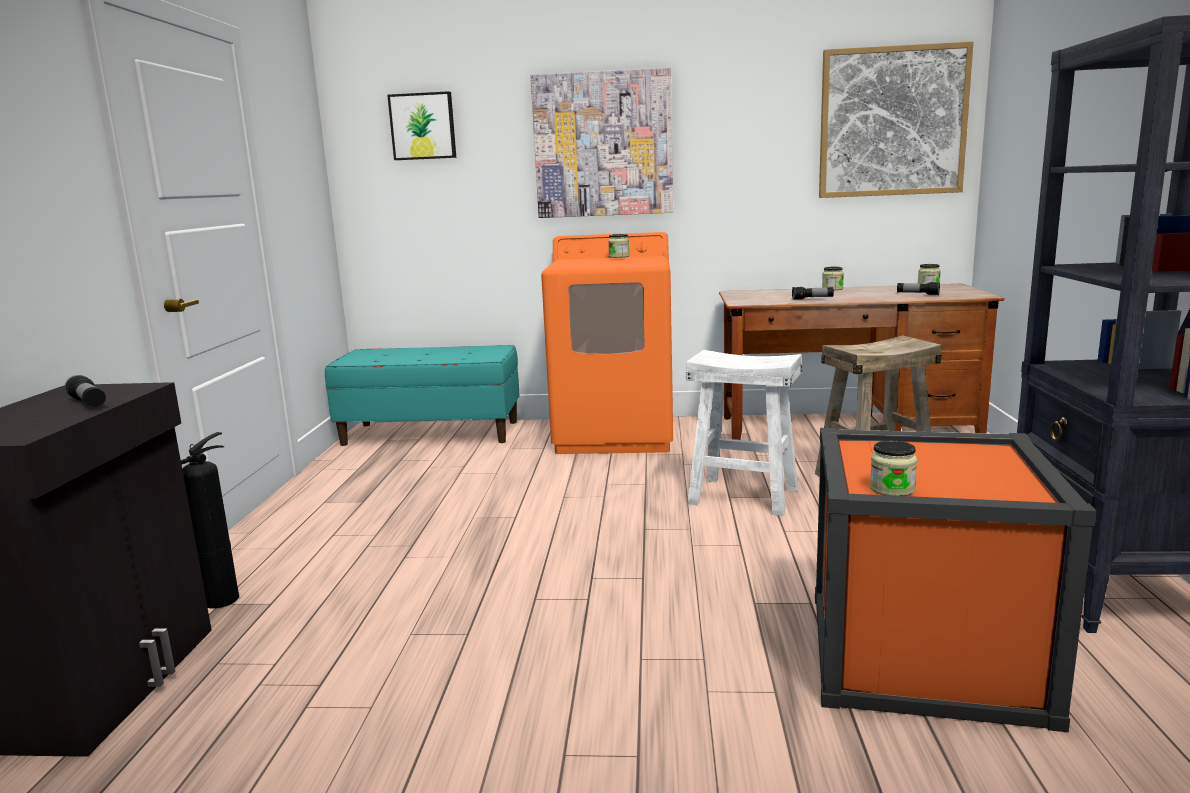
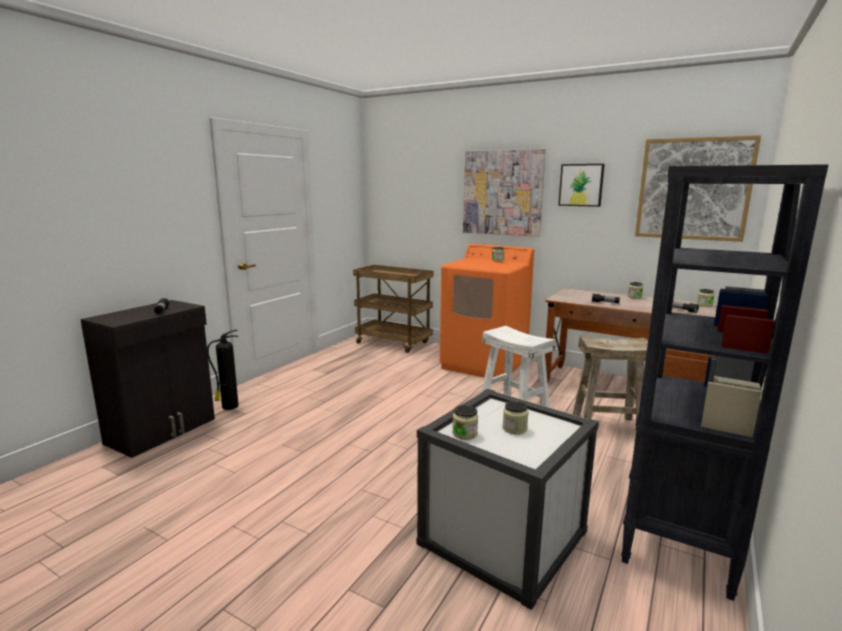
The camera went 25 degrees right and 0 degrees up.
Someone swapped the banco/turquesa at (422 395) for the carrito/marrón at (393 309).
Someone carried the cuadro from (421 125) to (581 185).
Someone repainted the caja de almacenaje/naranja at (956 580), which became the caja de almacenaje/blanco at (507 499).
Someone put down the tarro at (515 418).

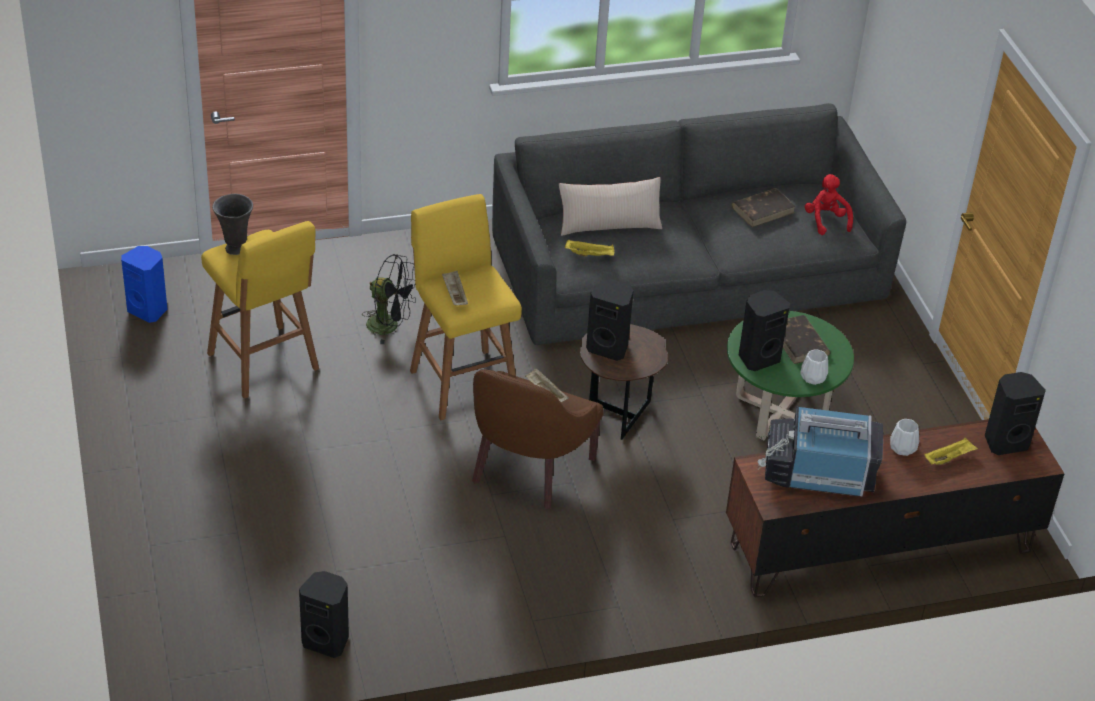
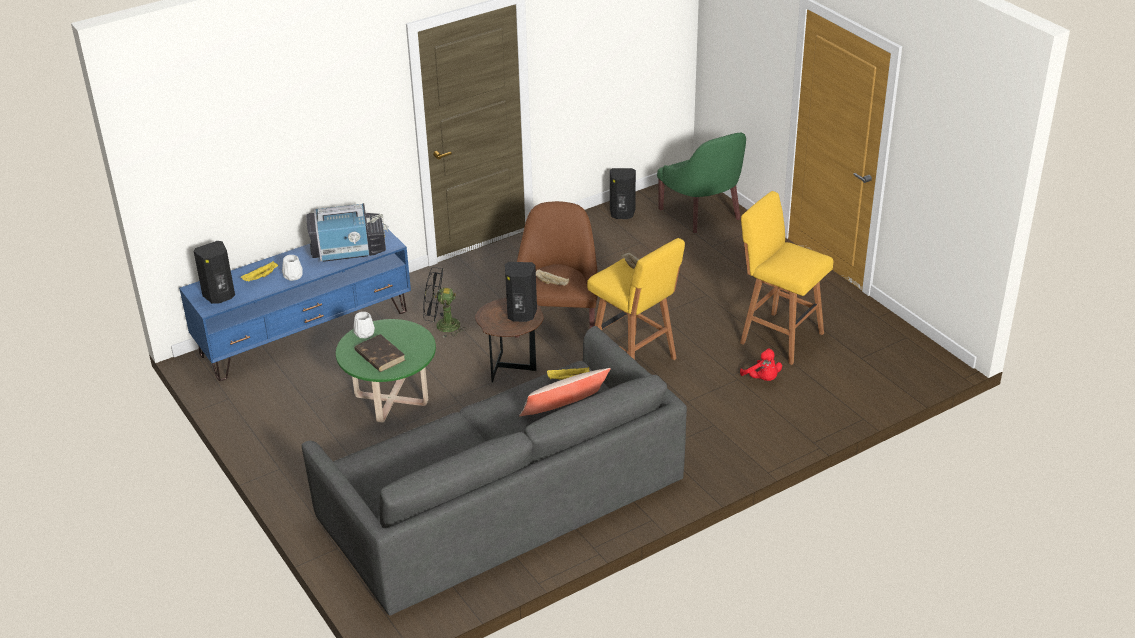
The camera went 165 degrees right and 5 degrees down.
Someone took away the altavoz/azul at (144 284).
Someone took away the florero/gris at (232 224).
Someone carried the ventilador/negro from (389 299) to (445 302).
Someone repainted the mueble de televisión/marrón at (895 508), which became the mueble de televisión/azul at (295 303).
Someone took away the libro/marrón at (763 207).
Someone took away the altavoz/negro at (764 330).
Someone carried the peluche/rojo from (829 204) to (761 364).
Someone put down the sillón/verde at (701 182).

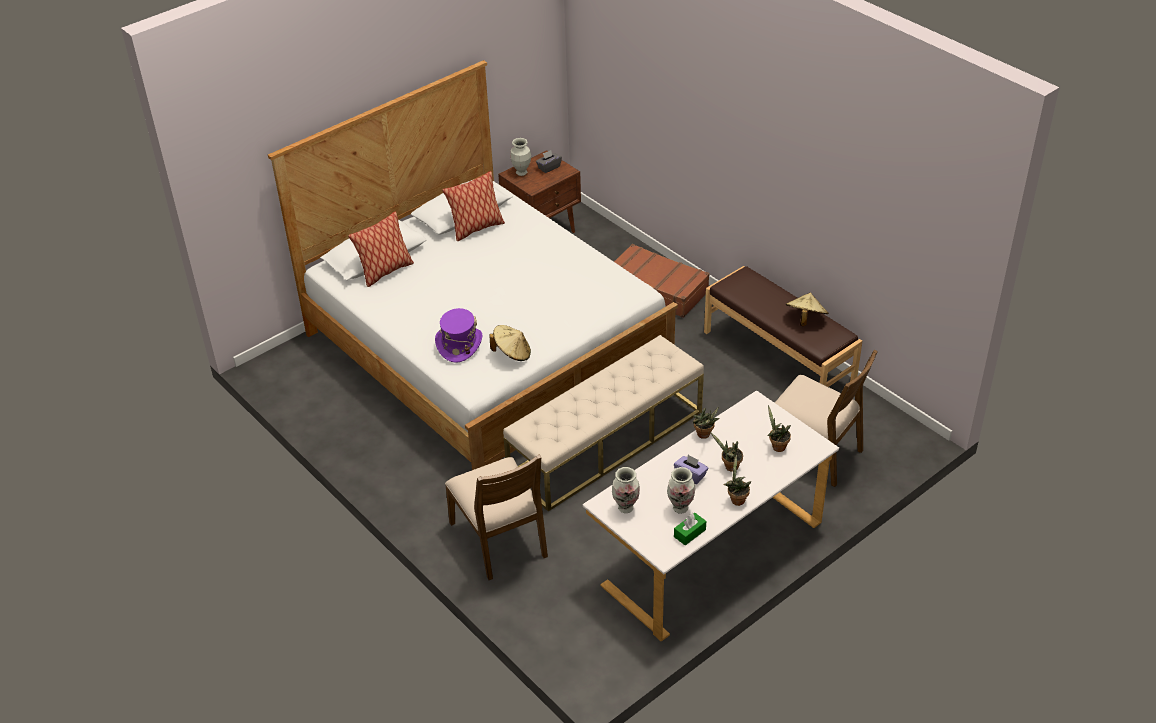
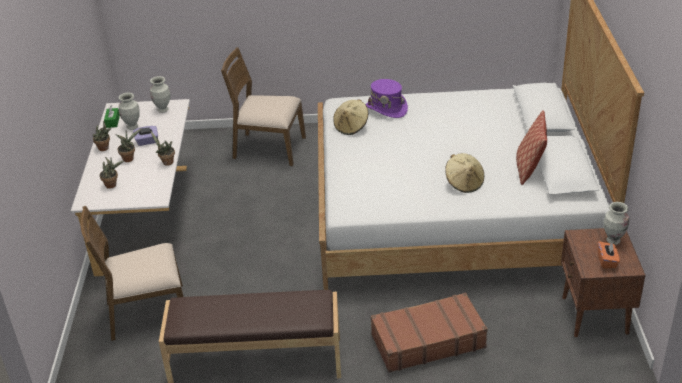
The camera went 130 degrees right and 5 degrees down.
Someone took away the cojín at (381 249).
Someone took away the banco/beis at (603 423).
Someone repainted the caja de pañuelos/gris at (549 161), which became the caja de pañuelos/naranja at (609 254).
Someone carried the sombrero/beis from (807 309) to (464 173).

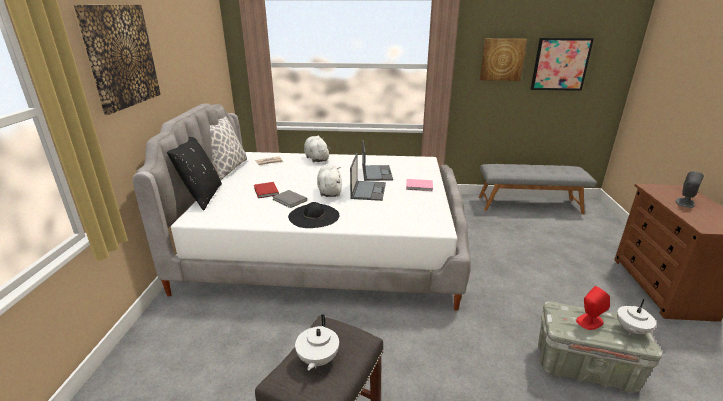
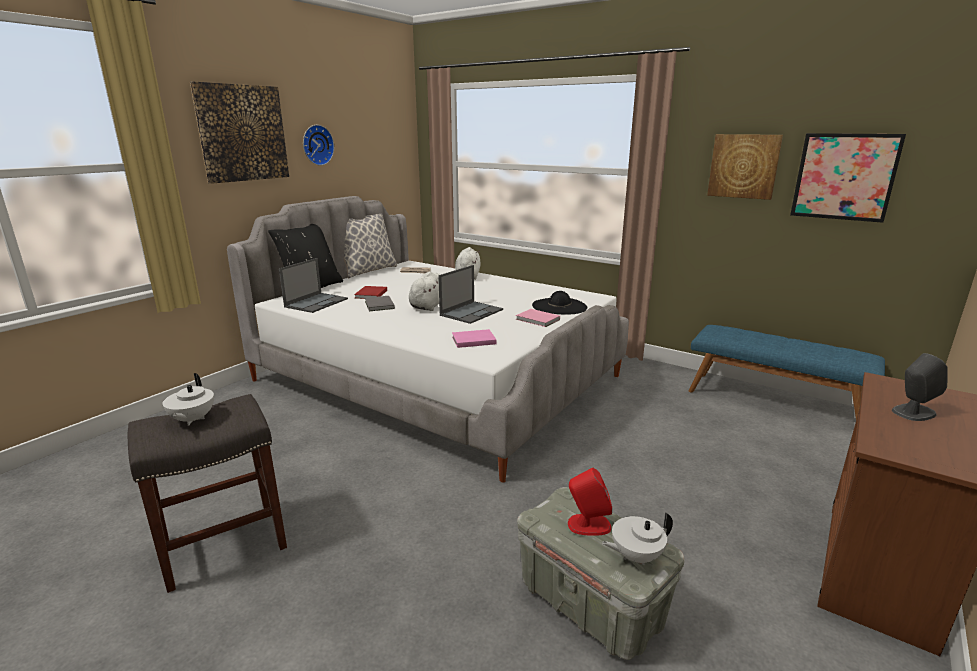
The camera went 30 degrees right and 5 degrees down.
Someone carried the sombrero/negro from (313 215) to (559 303).
Someone rotated the tetera/blanco at (317 342) by 45 degrees counterclockwise.
Someone carried the portátil from (377 160) to (313 285).
Someone repainted the banco/gris at (537 189), which became the banco/azul at (787 372).
Someone put up the reloj de pared at (318 145).
Someone put down the libro/rosa at (474 338).

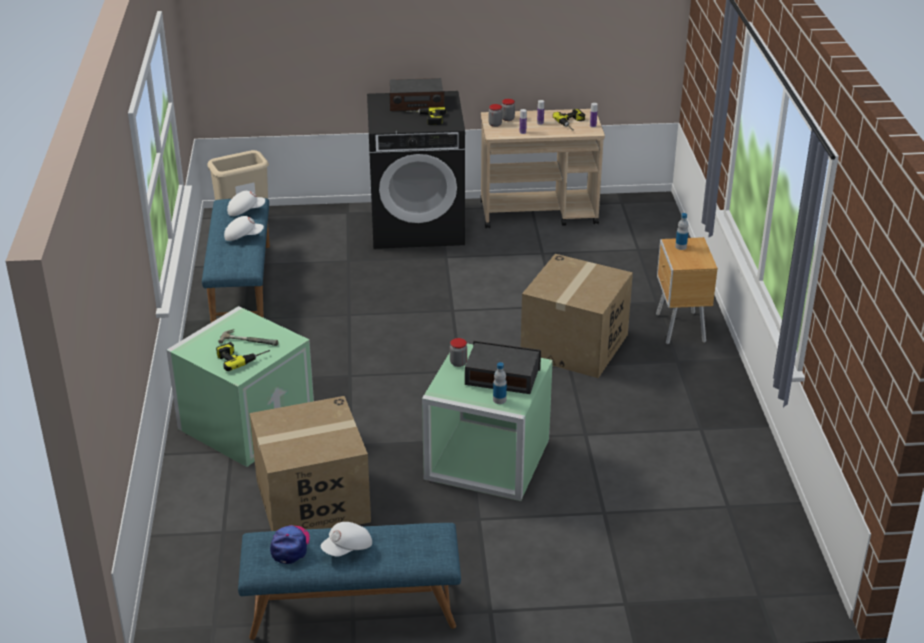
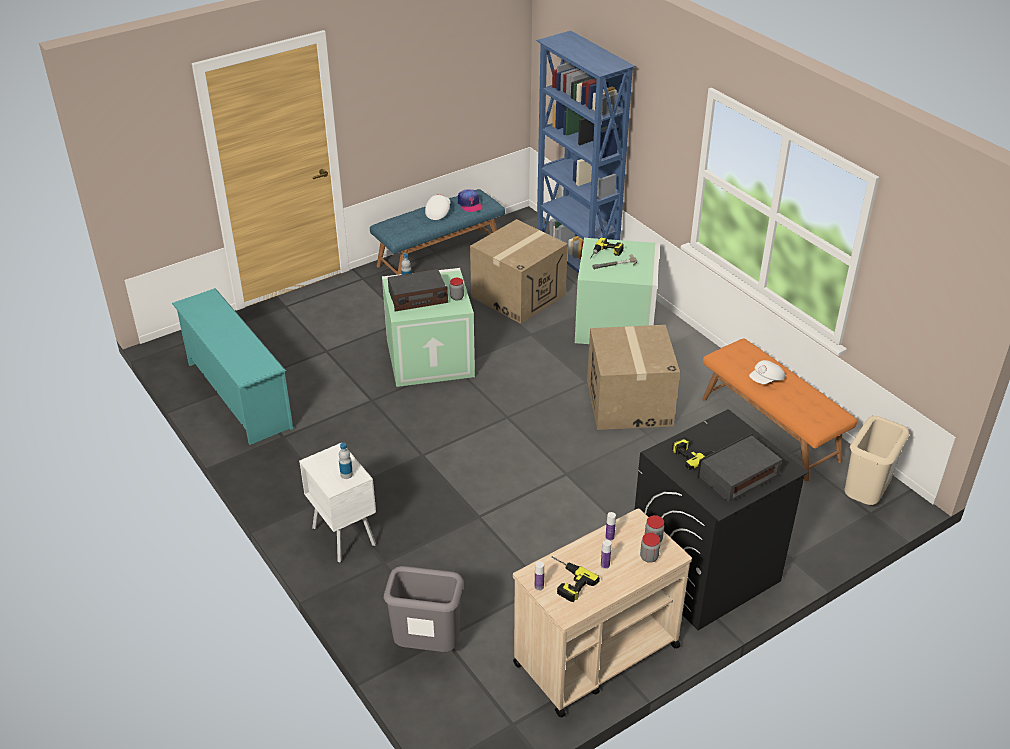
The camera went 150 degrees right and 5 degrees up.
Someone repainted the banco/azul at (236 260), which became the banco/naranja at (779 409).
Someone took away the gorra/blanco at (246 203).
Someone carried the caja de cartón from (577 316) to (633 377).
Someone repainted the mesita de noche/marrón at (687 290), which became the mesita de noche/blanco at (337 502).
Someone put down the zapatero/turquesa at (232 366).
Someone put down the papelera/gris at (424 609).
Someone put down the estantería/azul at (585 152).

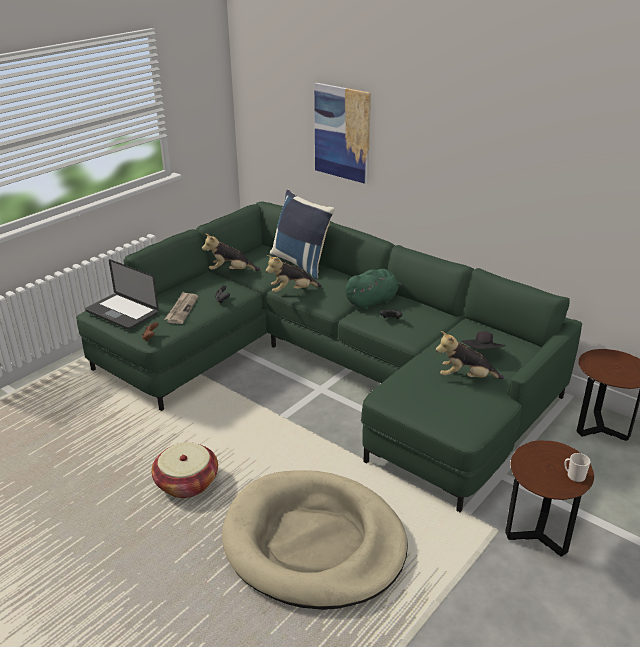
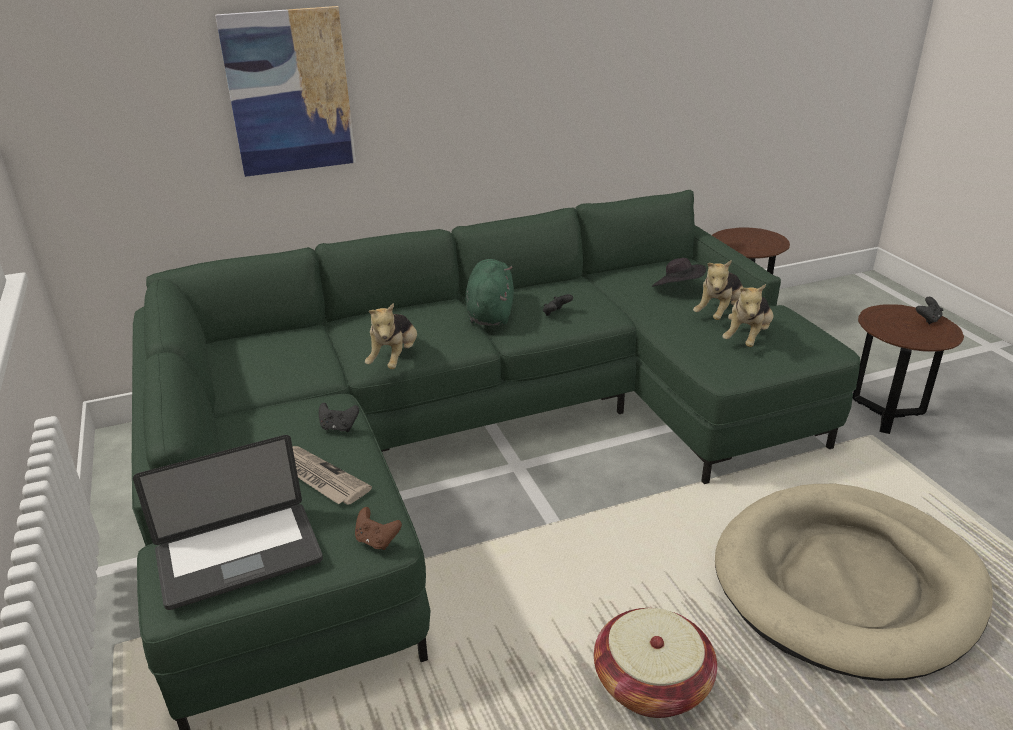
The camera went 60 degrees left and 0 degrees up.
Someone carried the peluche from (231 252) to (747 315).
Someone took away the cojín/azul at (302 234).
Someone swapped the taza grande at (577 467) for the mando de consola/negro at (929 311).

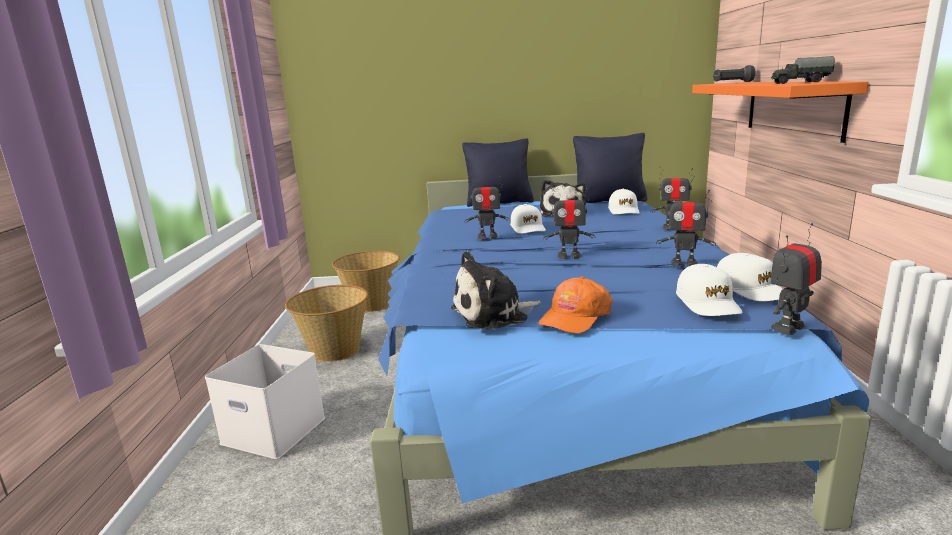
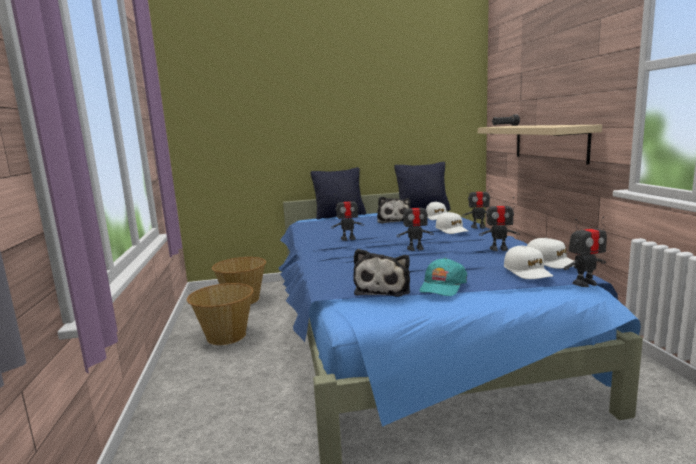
The camera went 10 degrees left and 5 degrees down.
Someone took away the caja de almacenaje/blanco at (265 401).
Someone rotated the peluche at (496 290) by 45 degrees counterclockwise.
Someone carried the gorra/blanco from (528 219) to (452 223).
Someone repainted the gorra/naranja at (576 304), which became the gorra/turquesa at (443 277).
Someone repainted the estante/naranja at (780 112), which became the estante/beis at (540 145).
Someone rotated the robot de juguete at (796 279) by 150 degrees counterclockwise.
Someone took away the camión de juguete at (803 70).

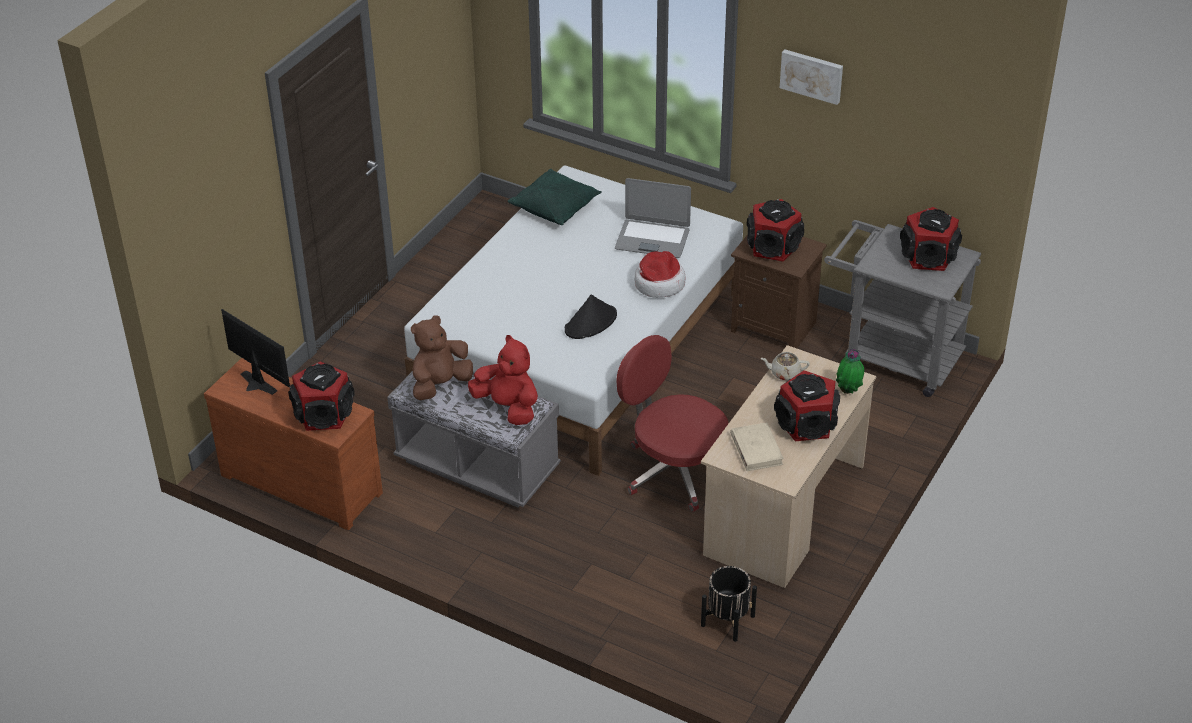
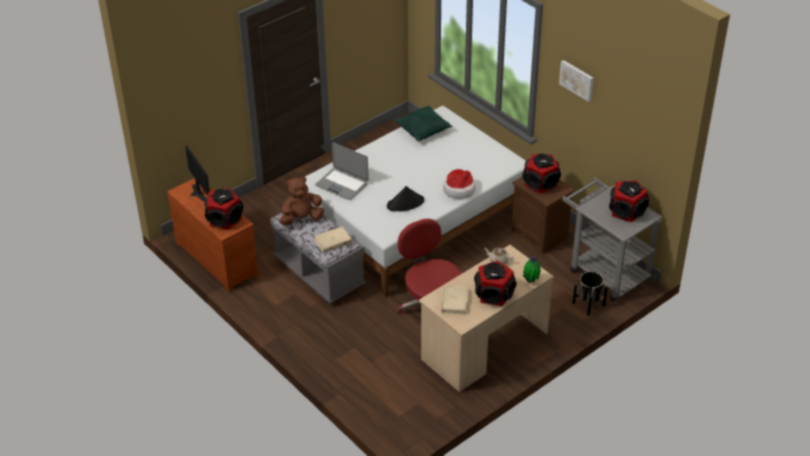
The camera went 20 degrees right and 0 degrees up.
Someone swapped the peluche/rojo at (503 380) for the libro/beis at (332 239).
Someone carried the portátil from (653 218) to (342 171).
Someone carried the maceta/negro from (729 604) to (590 293).

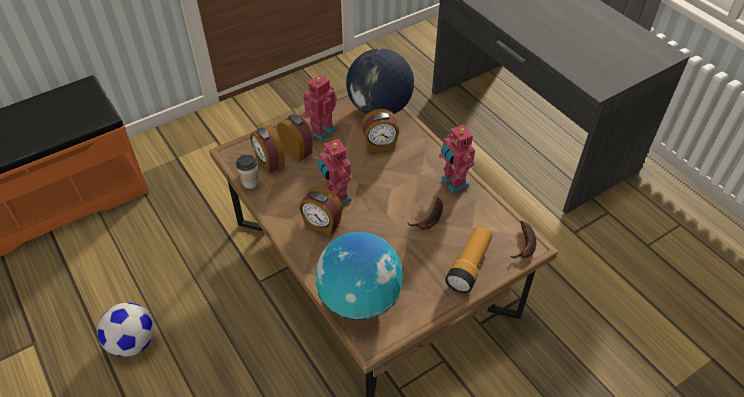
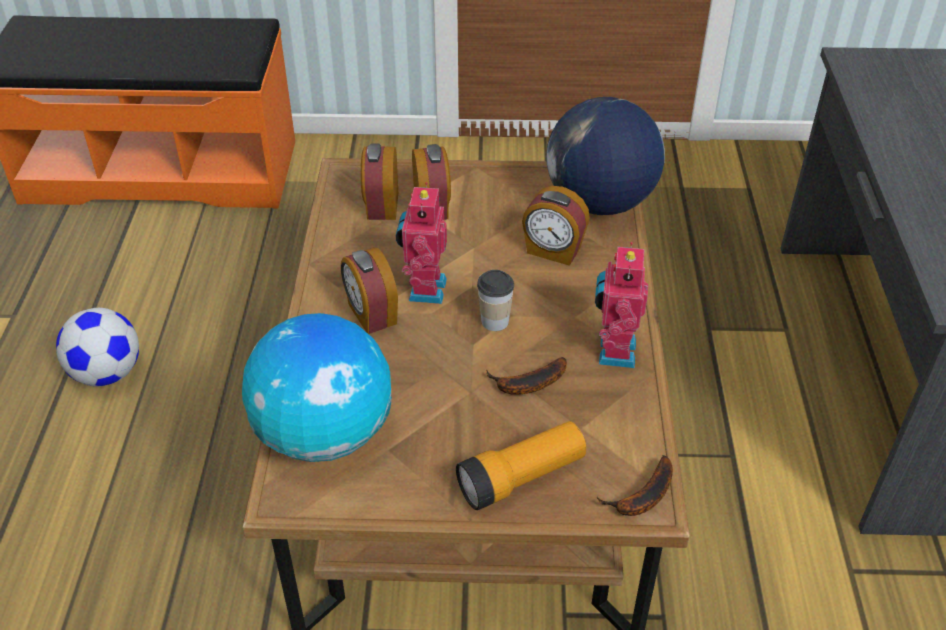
The camera went 35 degrees right and 5 degrees down.
Someone carried the taza from (247 172) to (495 300).
Someone took away the robot de juguete at (319 107).

